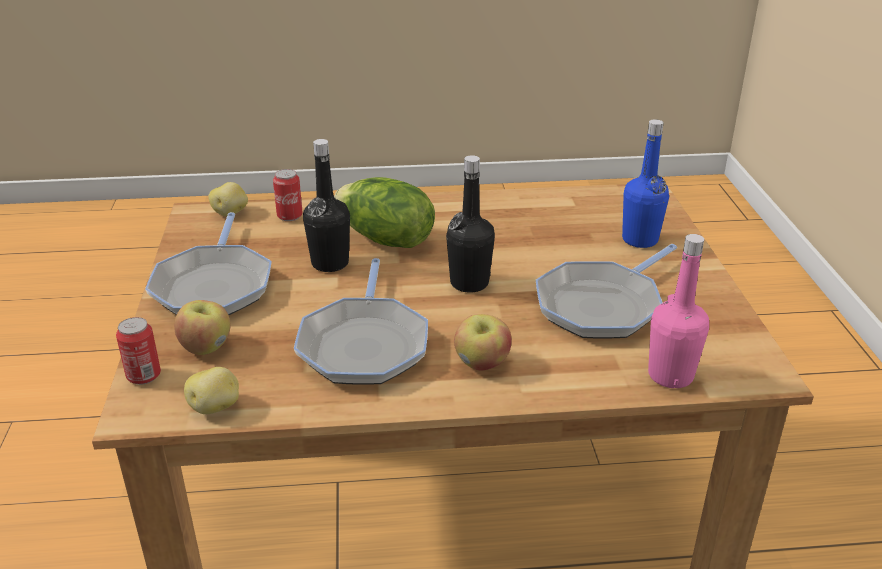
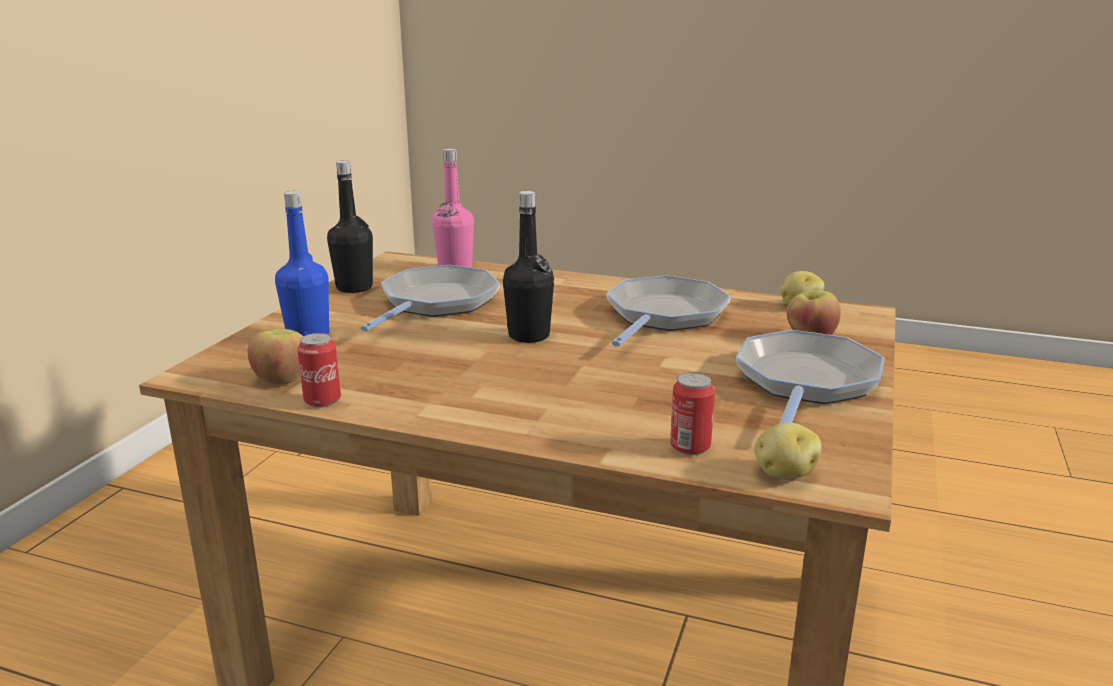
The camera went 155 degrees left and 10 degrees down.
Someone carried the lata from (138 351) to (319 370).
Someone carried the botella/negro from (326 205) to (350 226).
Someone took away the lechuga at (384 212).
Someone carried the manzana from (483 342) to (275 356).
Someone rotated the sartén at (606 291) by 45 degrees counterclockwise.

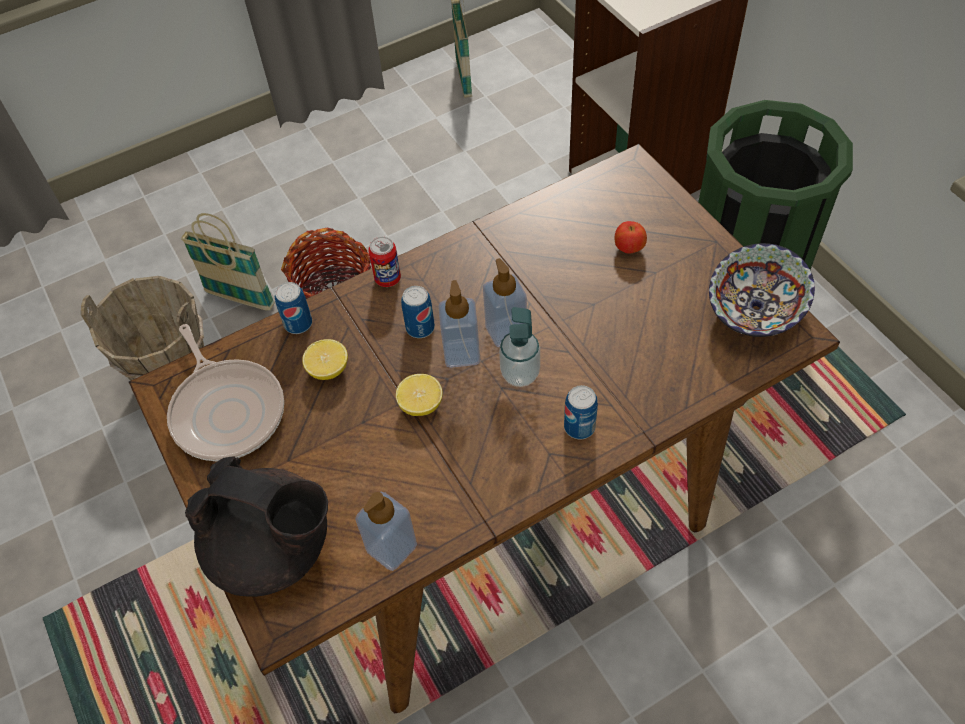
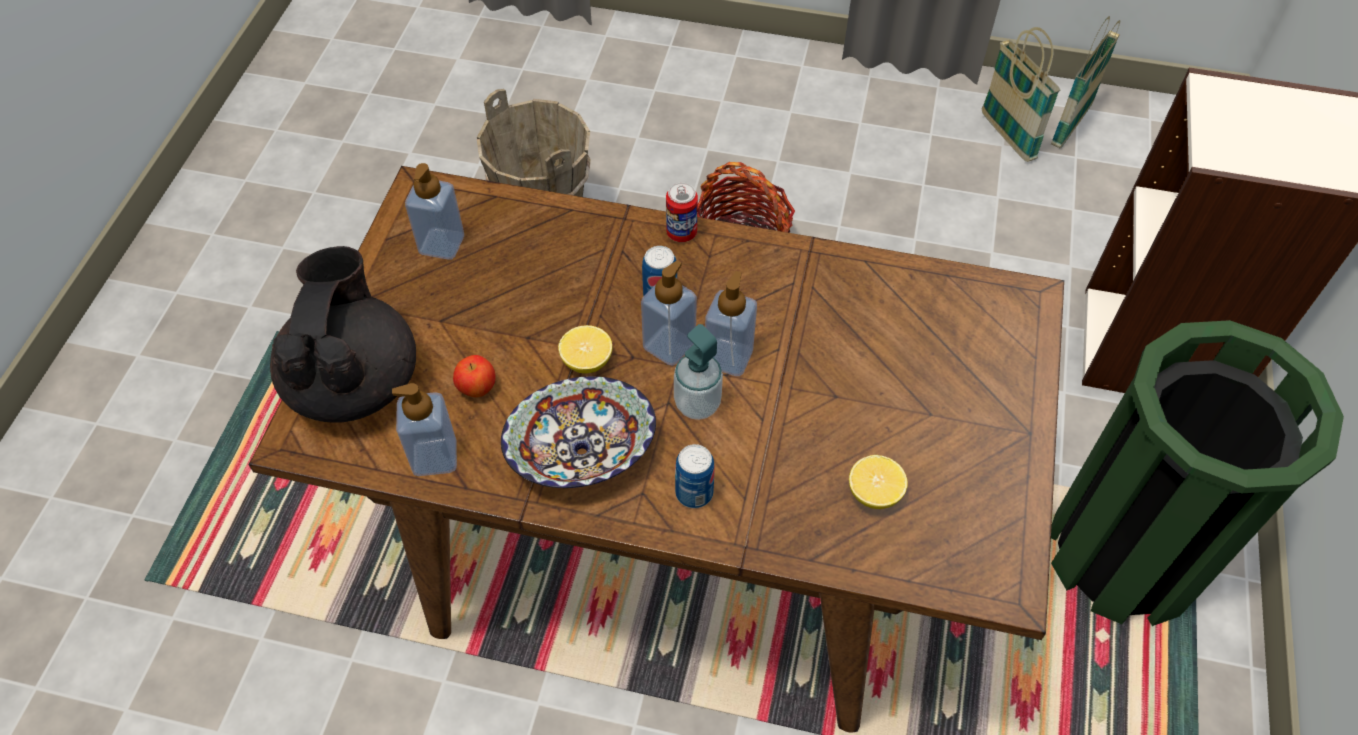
The camera went 40 degrees right and 0 degrees up.
Someone swapped the sartén at (225 392) for the dispensador de jabón at (434 211).
Someone carried the cesta from (228 262) to (1021 94).
Someone rotated the tetera/negro at (256 526) by 150 degrees counterclockwise.
Someone took away the lata at (293 308).
Someone carried the limón from (325 359) to (878 482).
Someone carried the manzana from (631 237) to (474 376).
Someone carried the cuenco from (762 290) to (578 432).

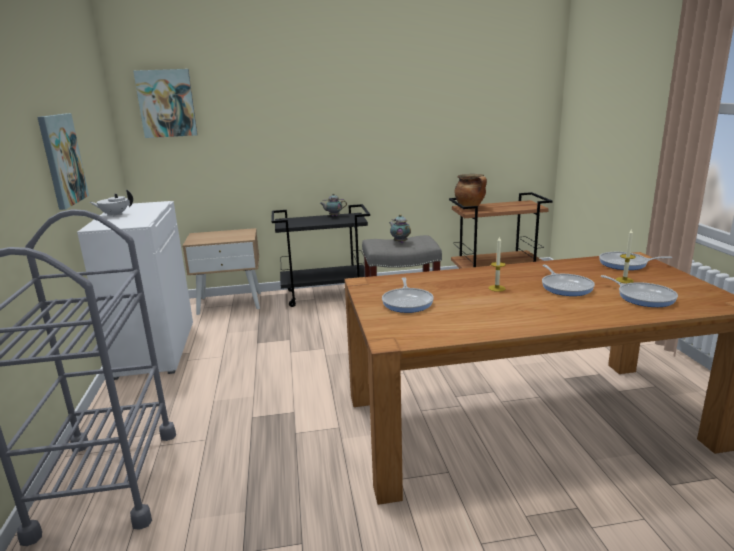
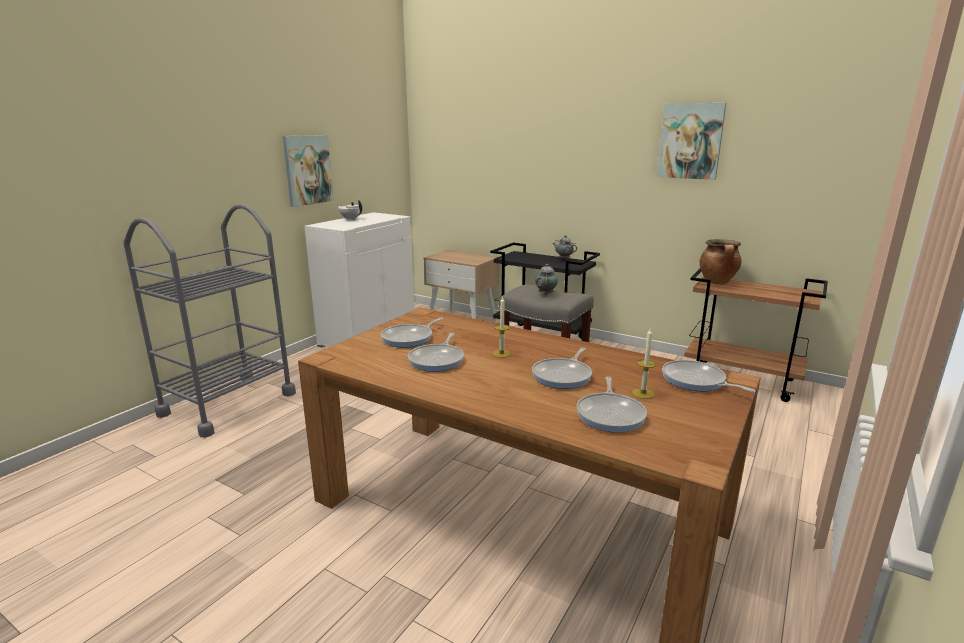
The camera went 40 degrees right and 0 degrees up.
Someone carried the cuadro from (165 103) to (691 141).
Someone put down the sartén at (436 352).

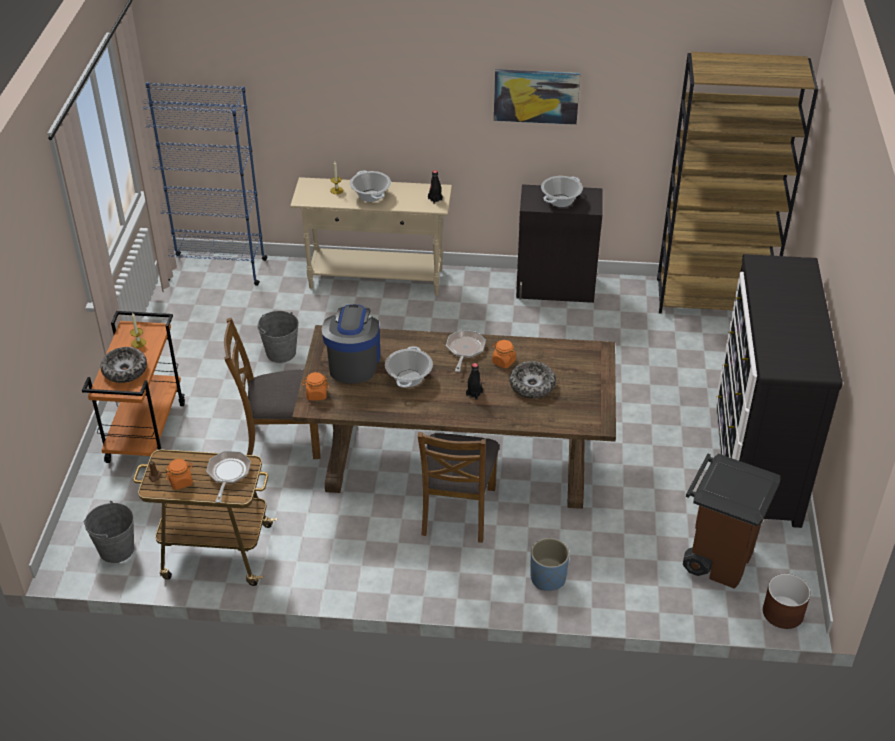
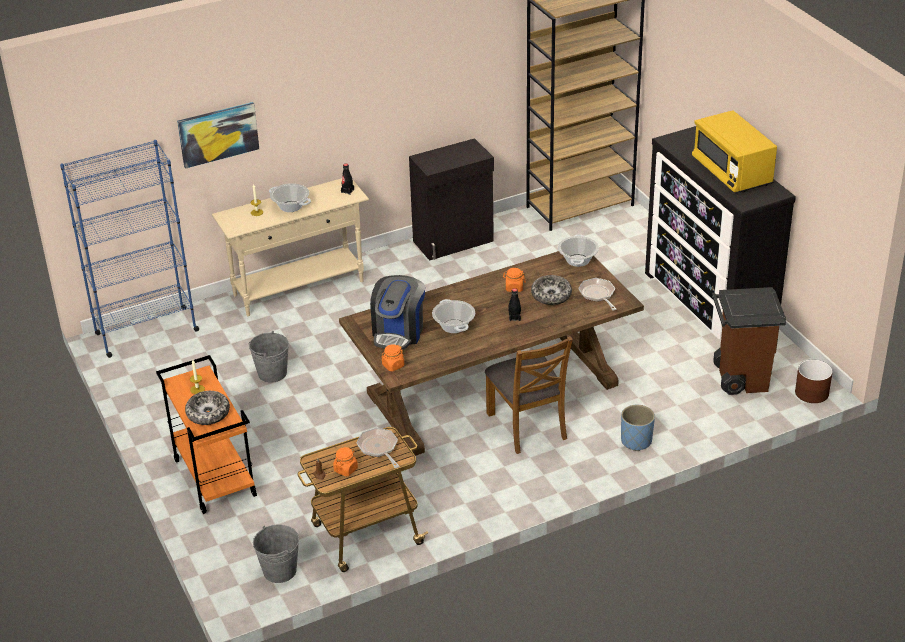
The camera went 30 degrees left and 5 degrees down.
Someone took away the silla/marrón at (272 388).
Someone rotated the cafetera at (351 343) by 135 degrees counterclockwise.
Someone carried the sartén from (466 351) to (597 294).
Someone carried the cuadro from (537 97) to (218 135).
Someone carried the olla from (562 191) to (578 250).
Someone put down the microondas/amarillo at (734 151).

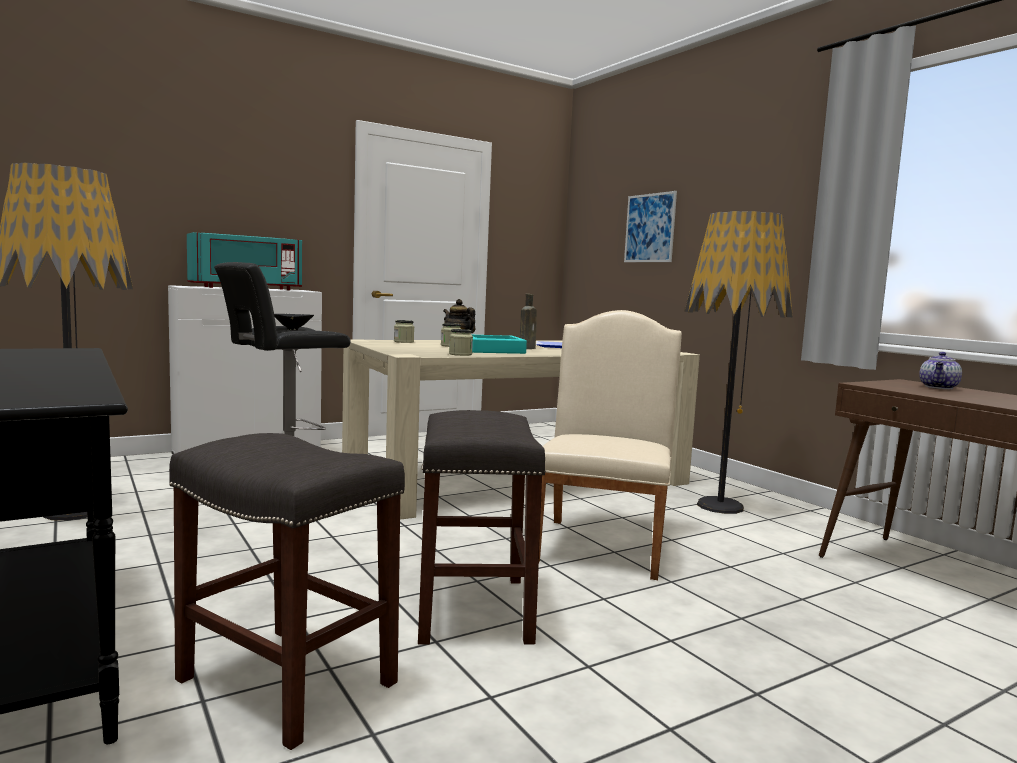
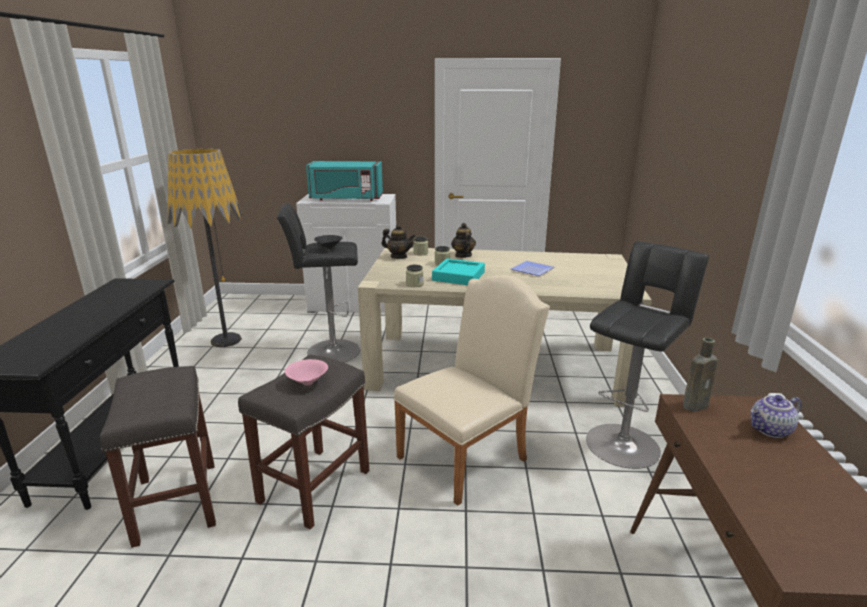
The camera went 35 degrees right and 15 degrees up.
Someone carried the botella/marrón from (528 321) to (700 375).
Someone took away the cuadro at (650 226).
Someone swapped the lámpara de pie at (738 362) for the taburete/negro at (647 355).
Someone put down the cuenco/rosa at (306 372).
Someone put down the tetera at (398 241).

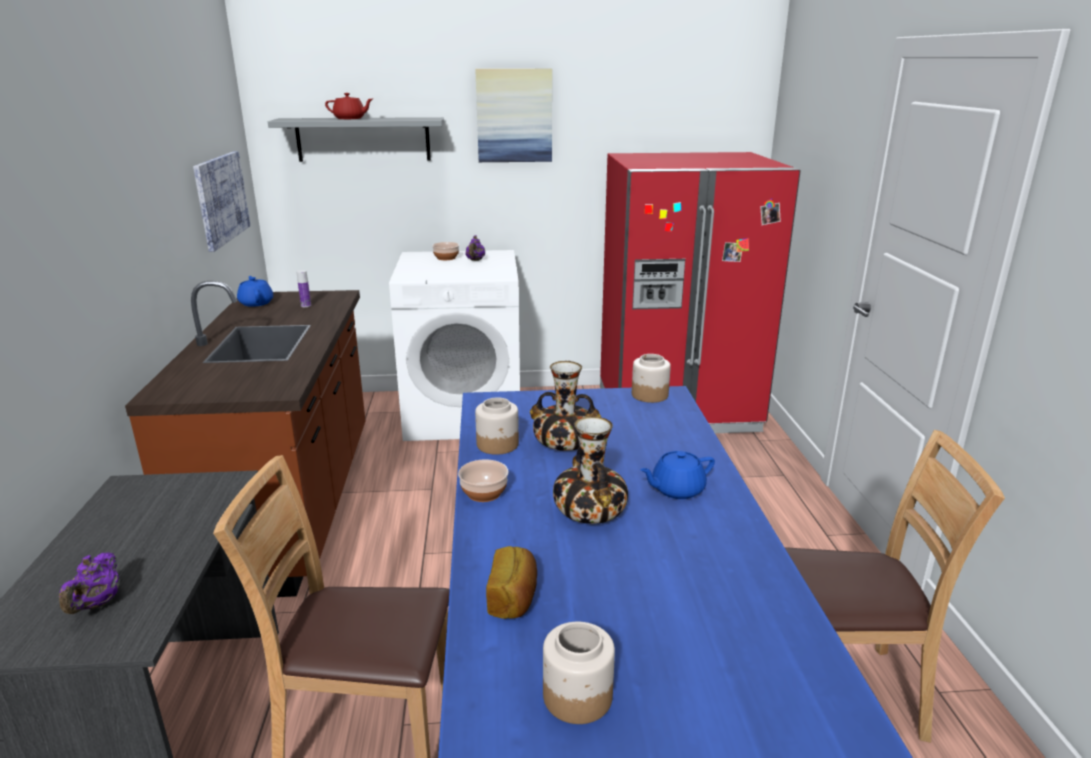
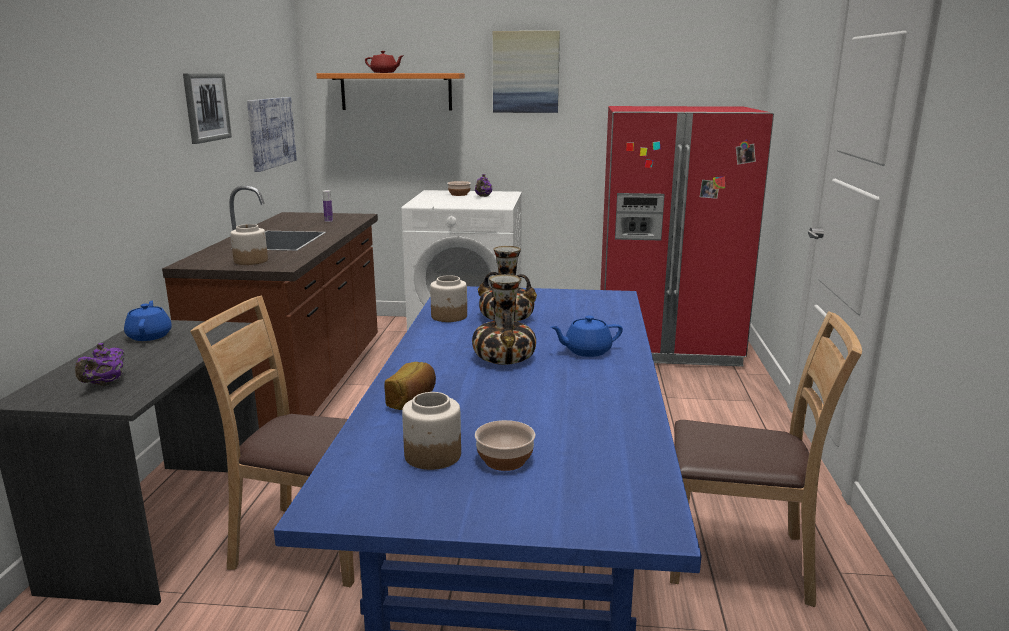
The camera went 10 degrees right and 5 degrees down.
Someone carried the tetera/azul from (255 291) to (148 321).
Someone repainted the estante/gris at (356 139), which became the estante/naranja at (390 91).
Someone carried the cuenco from (483 480) to (505 445).
Someone carried the tarro from (651 378) to (249 244).
Someone put up the cuadro at (207 108).

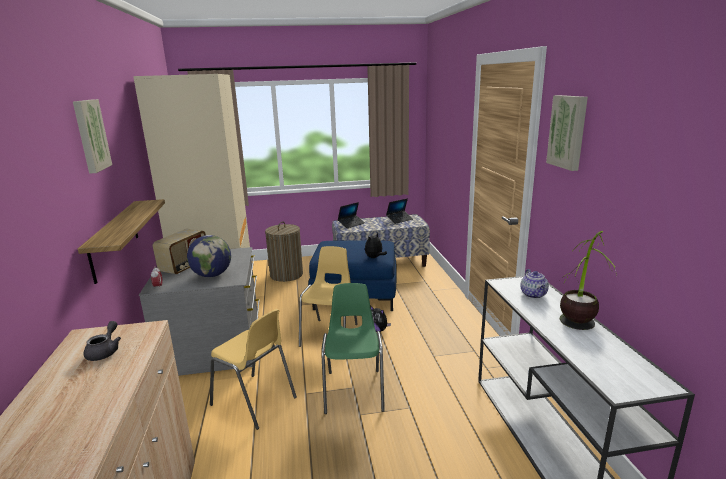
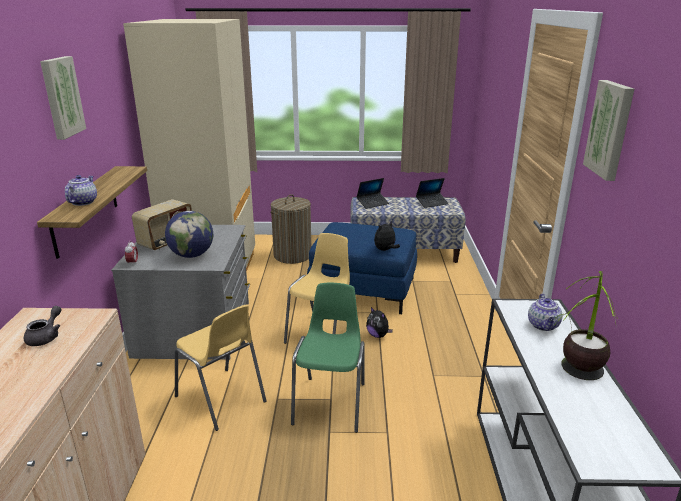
The camera went 10 degrees right and 5 degrees up.
Someone put down the tetera at (81 190).

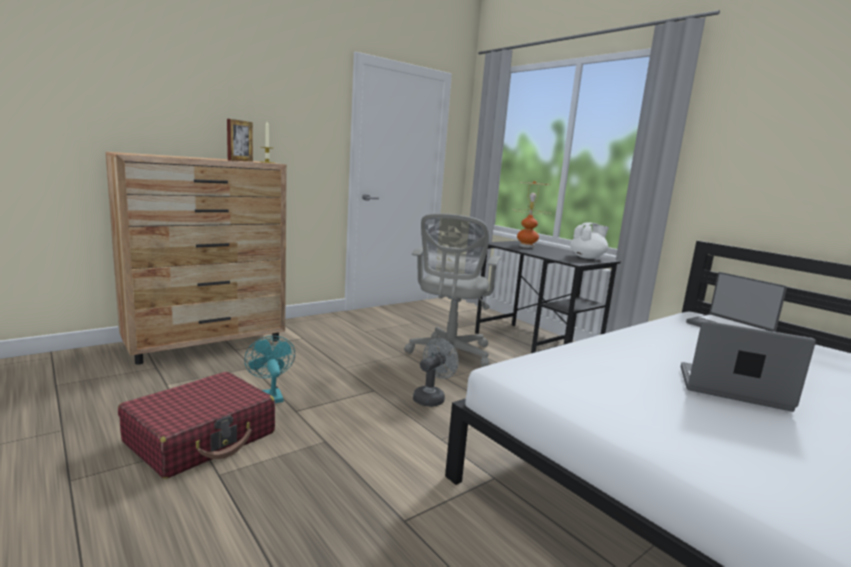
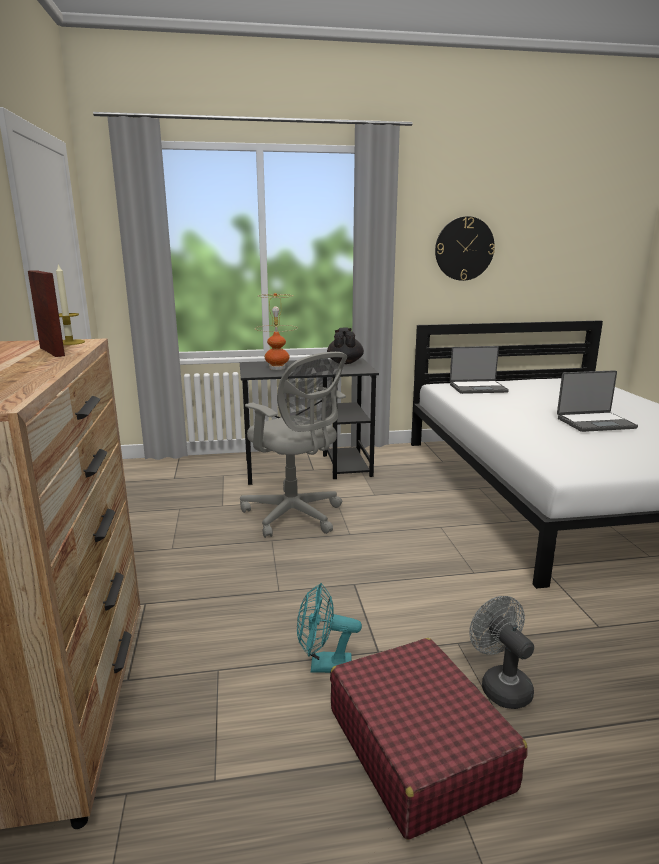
The camera went 60 degrees left and 5 degrees up.
Someone carried the ventilador/gris from (436 372) to (501 652).
Someone repainted the tetera/blanco at (589 240), which became the tetera/negro at (345 345).
Someone rotated the portátil at (748 366) by 150 degrees counterclockwise.
Someone put up the reloj de pared at (465 248).

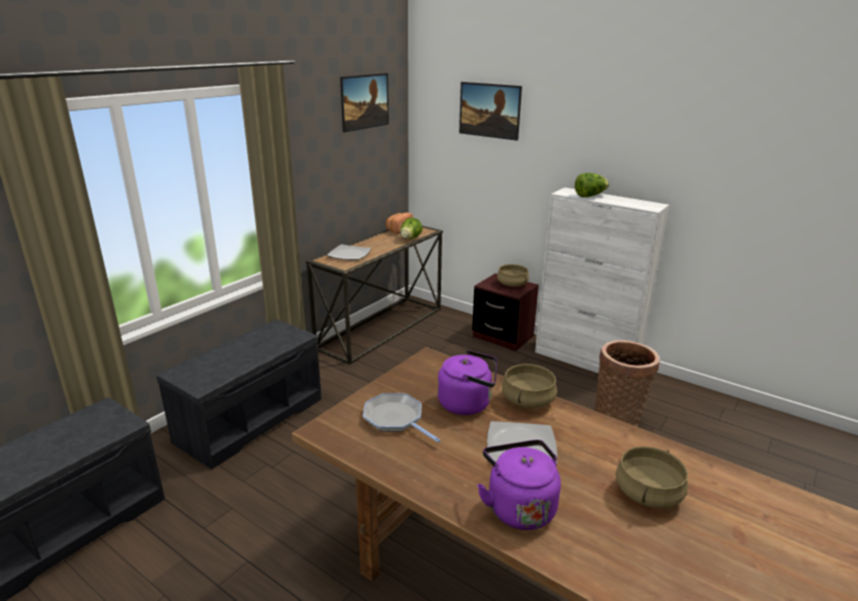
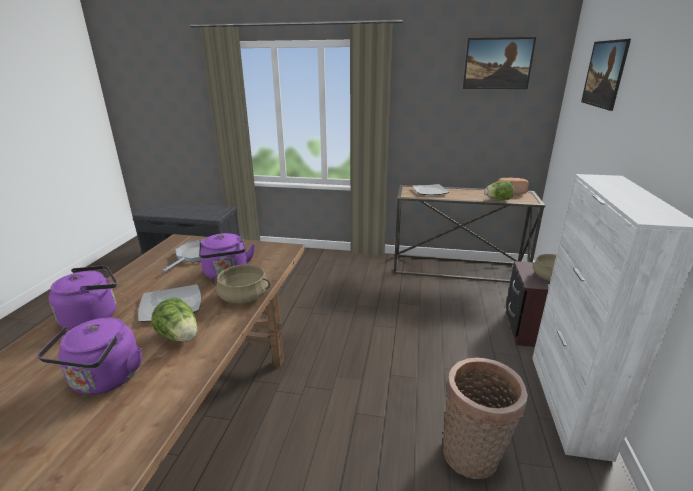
The camera went 65 degrees right and 0 degrees up.
Someone took away the banco/gris at (239 394).
Someone carried the lechuga from (592 185) to (174 320).
Someone swapped the olla/beis at (652 477) for the hervidor/morado at (90 356).

